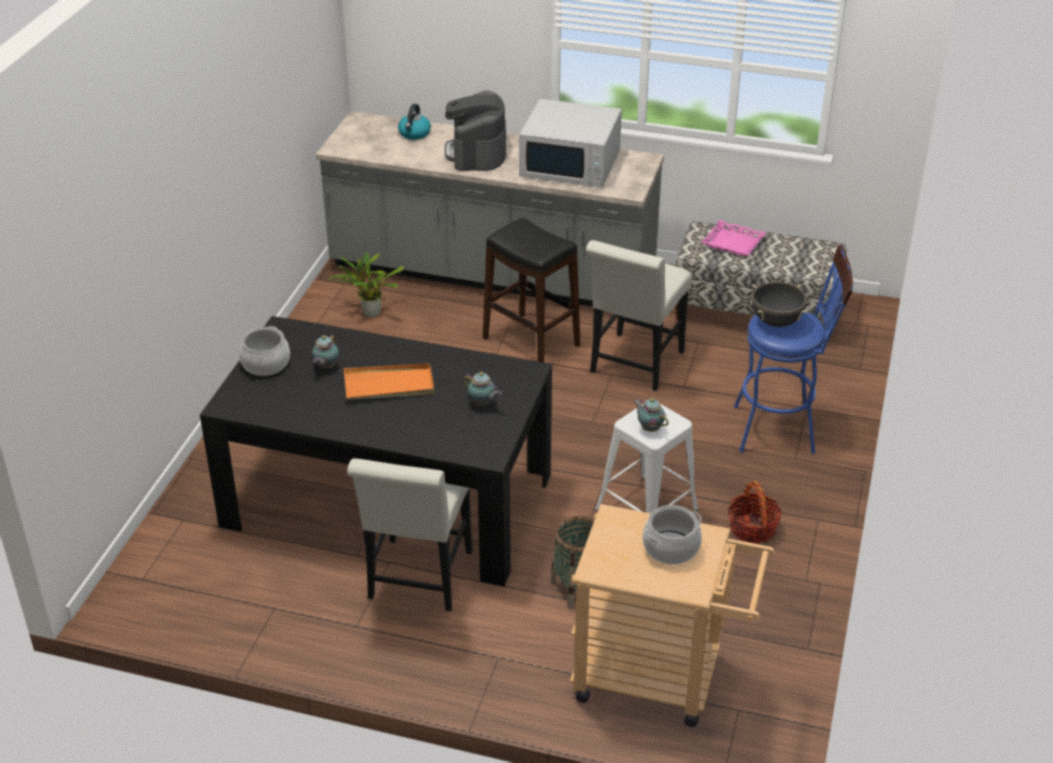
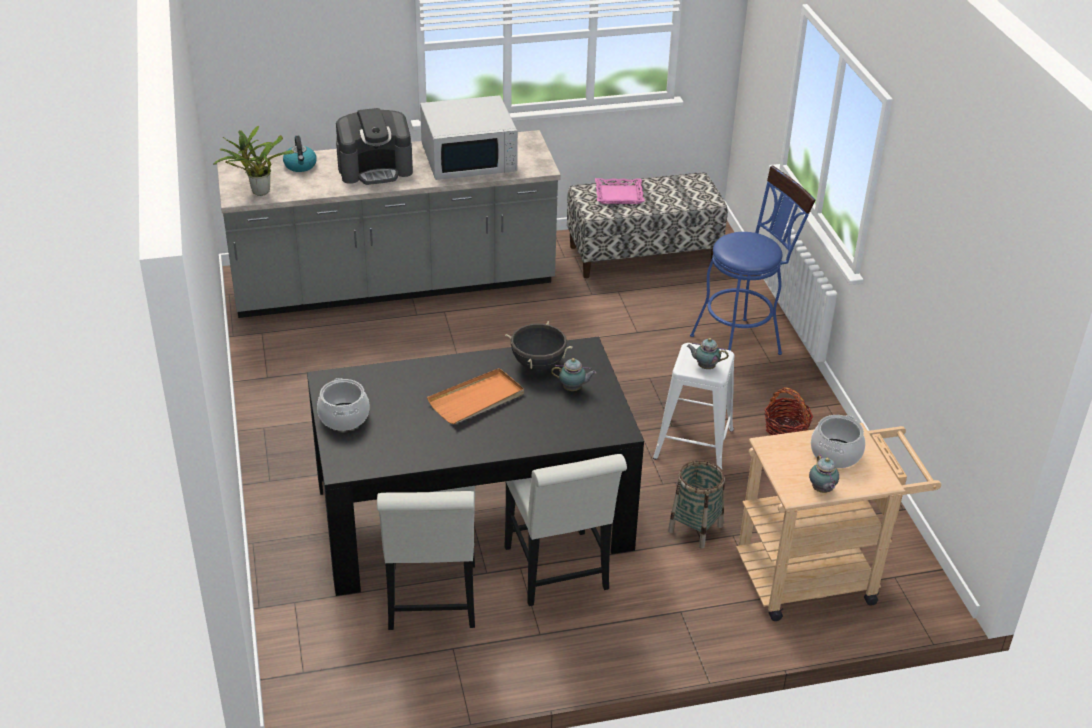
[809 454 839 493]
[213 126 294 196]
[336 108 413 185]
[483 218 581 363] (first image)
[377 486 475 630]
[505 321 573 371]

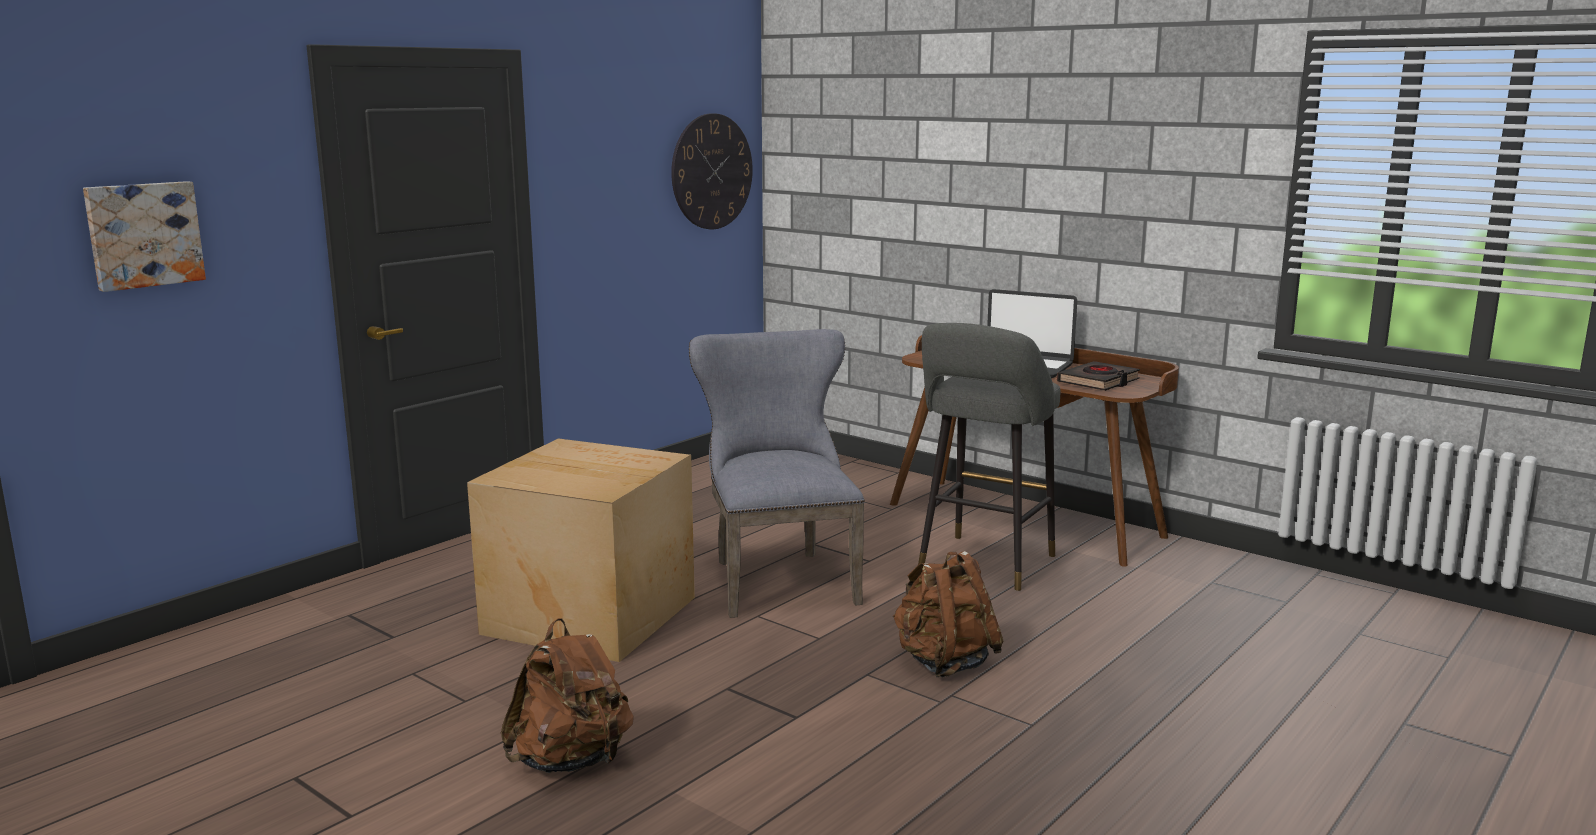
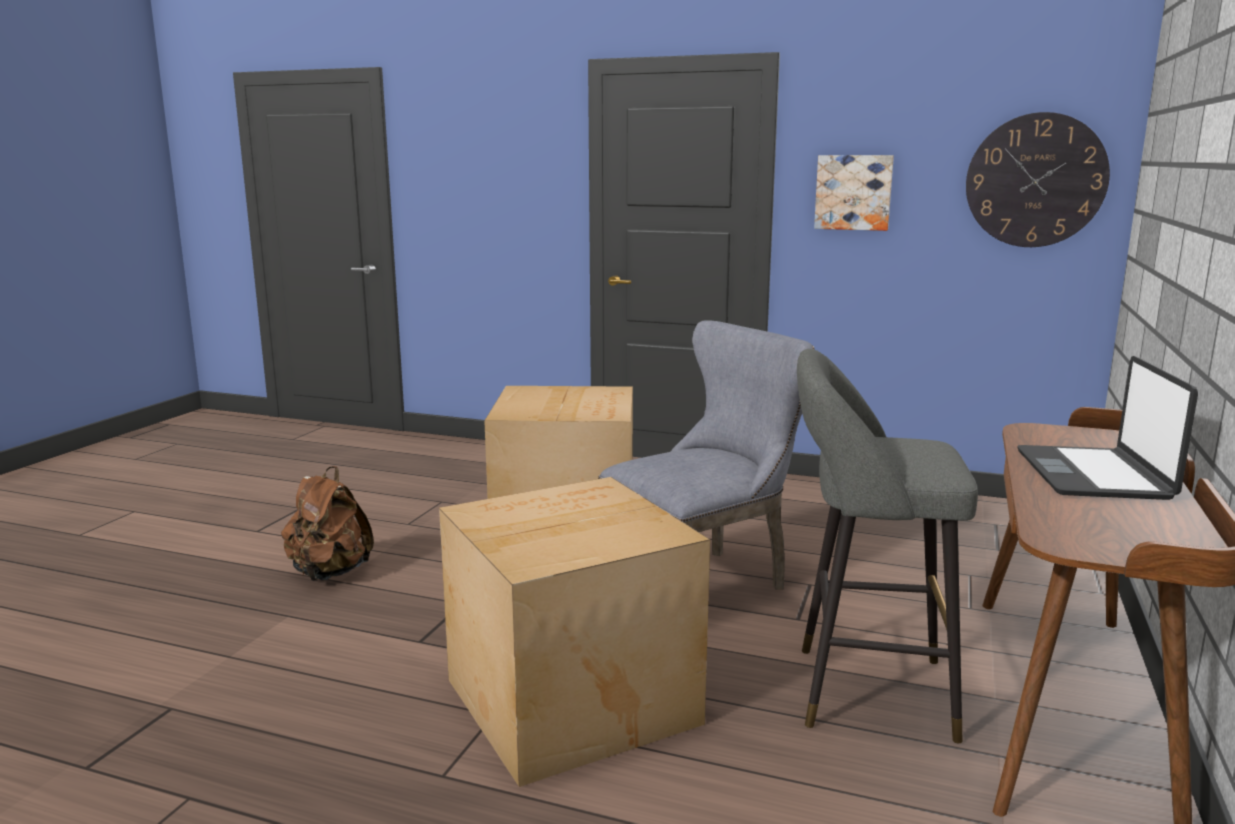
[814 155 894 231]
[439 477 710 787]
[1057 361 1140 391] (first image)

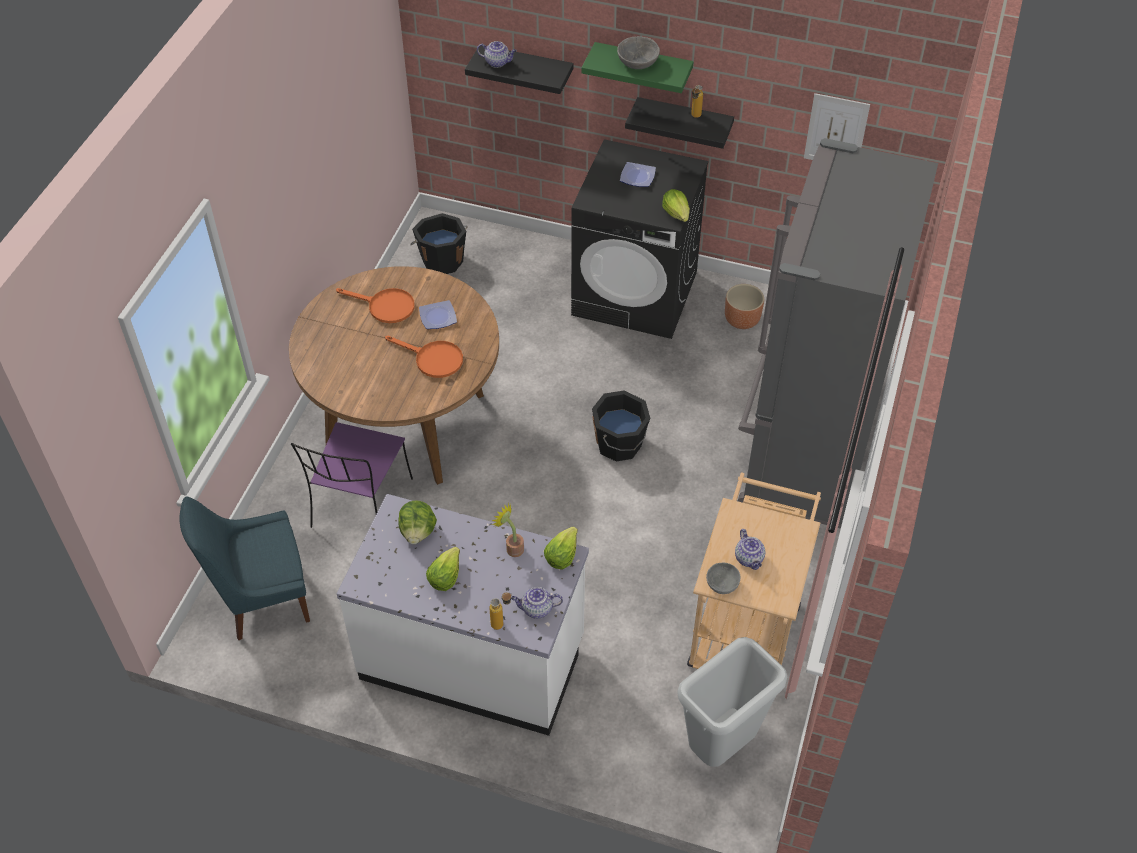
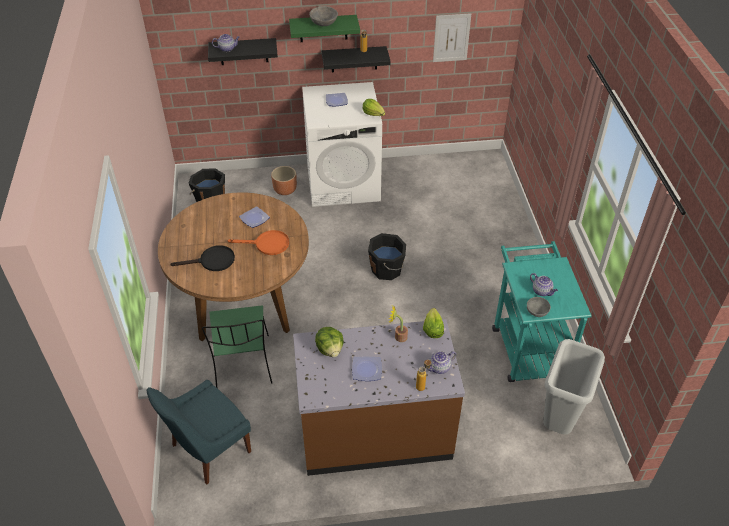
[202 305 272 388]
[336 288 415 323] (first image)
[293 319 465 476]
[352 357 382 381]
[302 82 382 207]
[492 241 592 382]
[271 166 297 195]
[738 138 938 529] (first image)
[170 245 235 271]

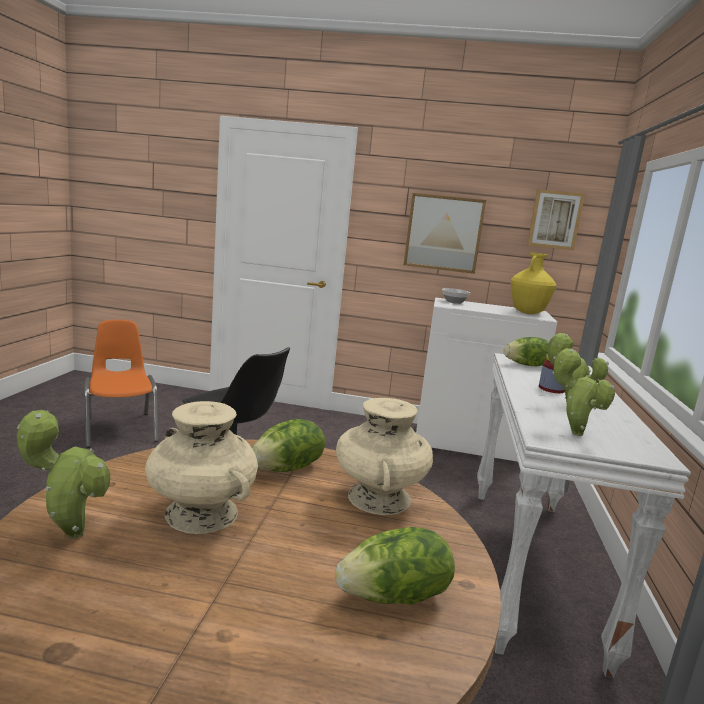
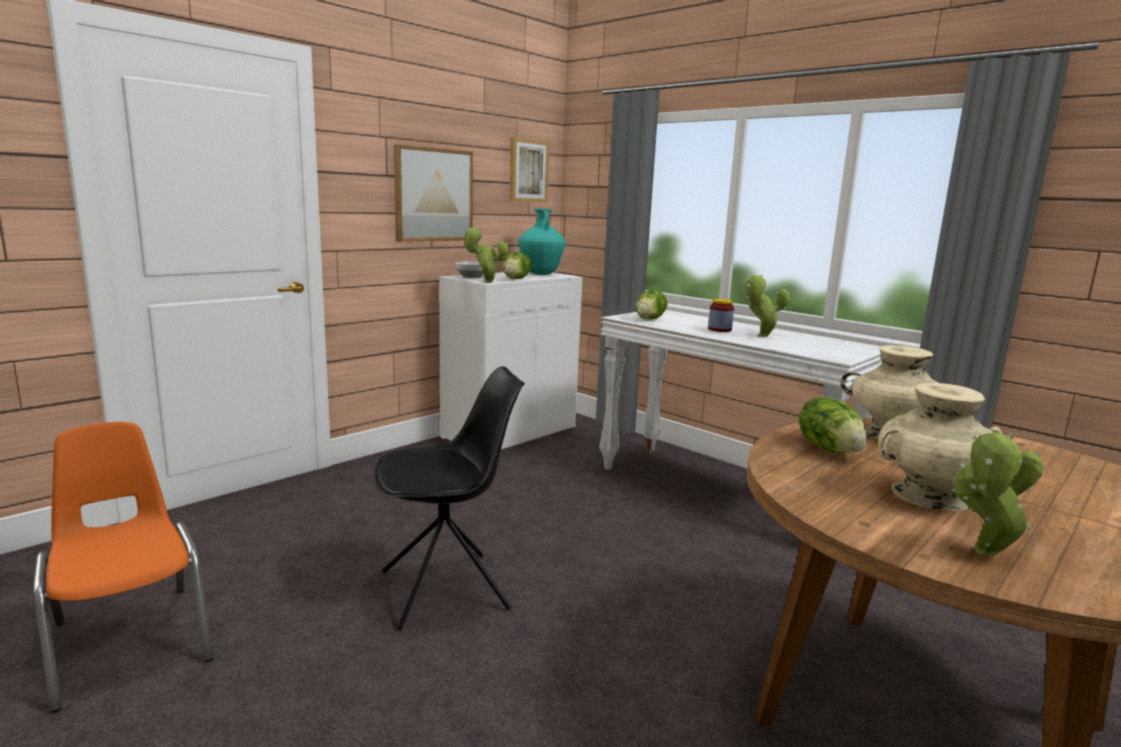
[33 422 214 713]
[503 252 531 279]
[518 209 566 275]
[463 227 509 283]

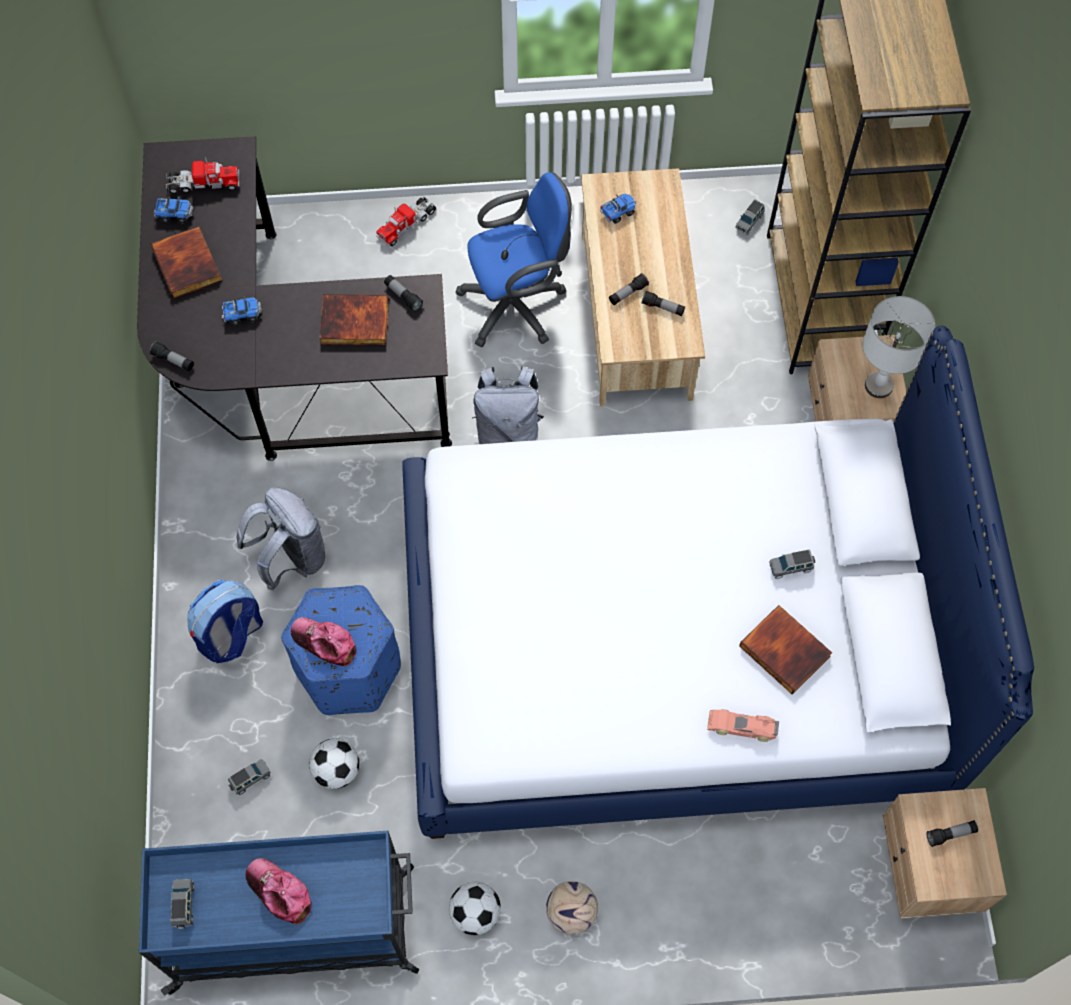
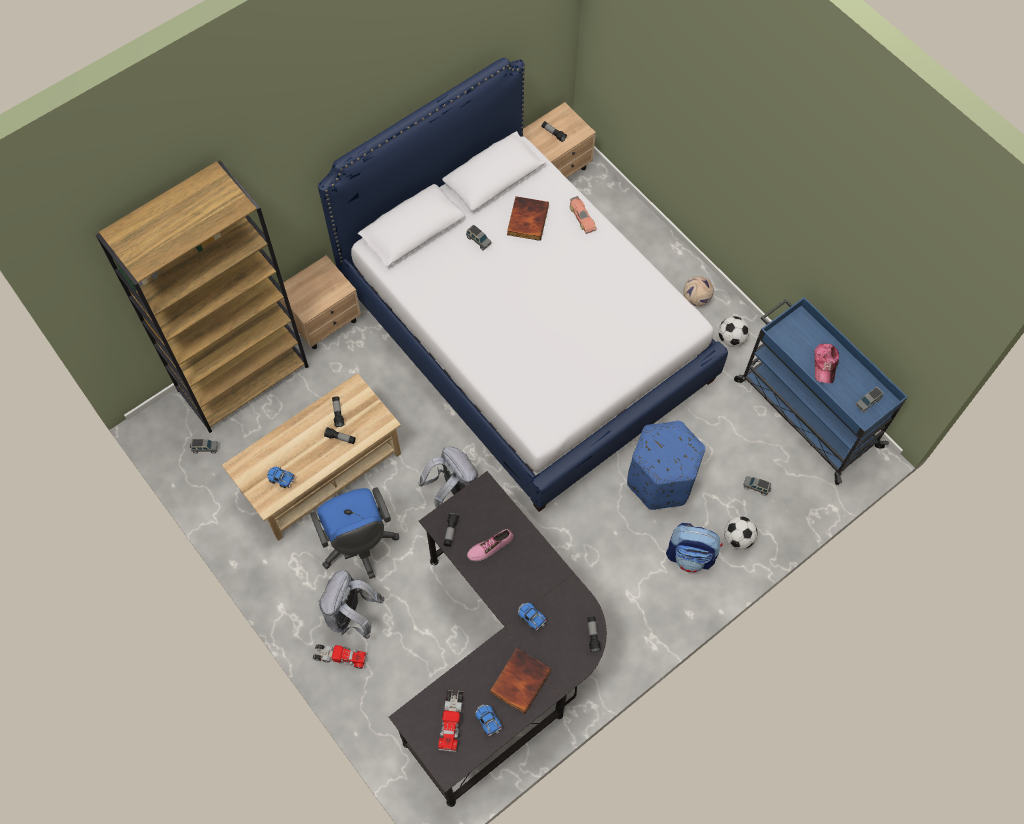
[438 690 464 752]
[319 570 385 639]
[291 617 356 666] (first image)
[724 516 757 549]
[467 529 514 561]
[310 487 399 579]
[863 296 935 398] (first image)

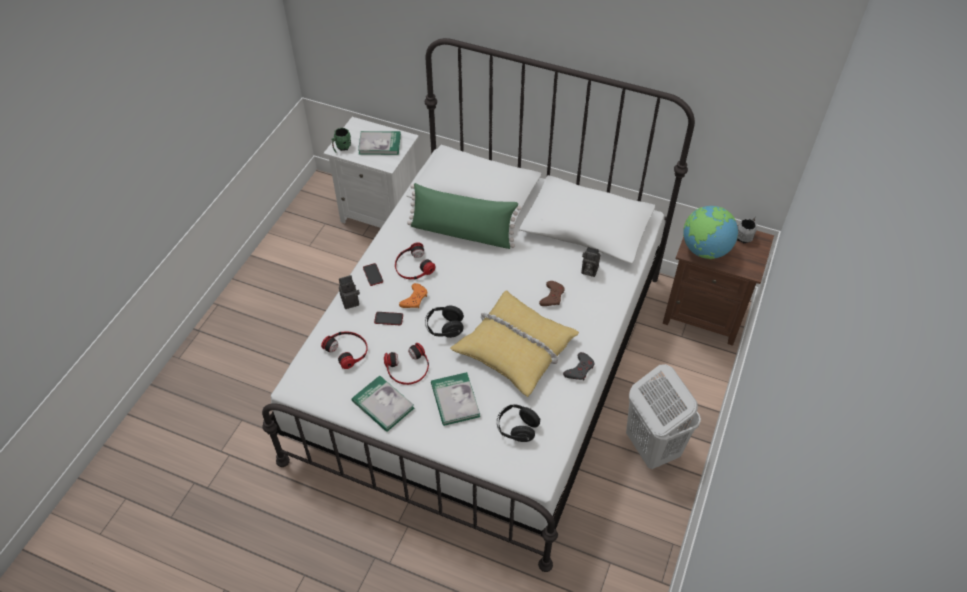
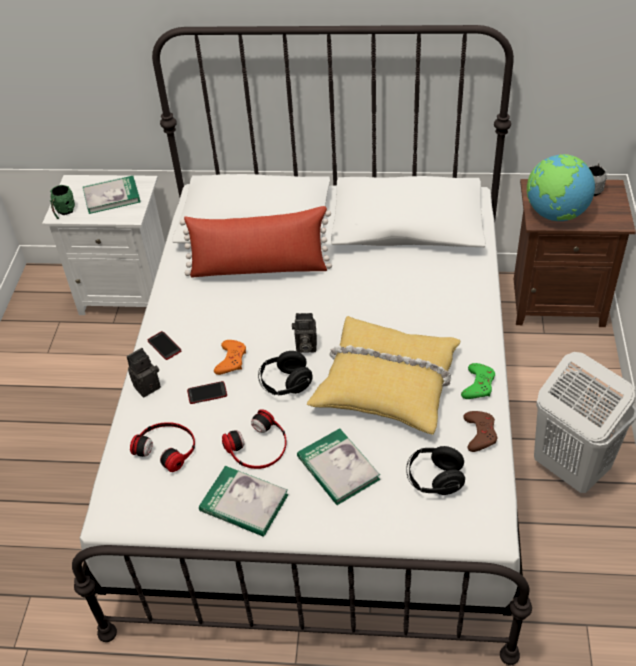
[395 242 436 279] (first image)
[180 206 332 277]
[463 411 497 452]
[461 363 495 399]
[292 313 317 353]

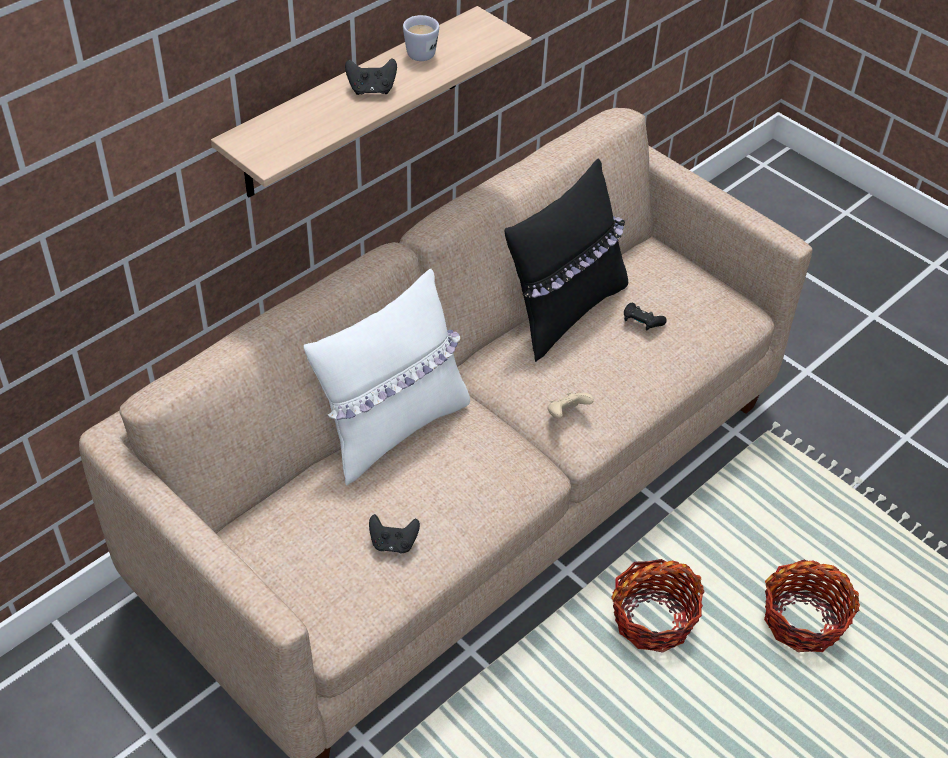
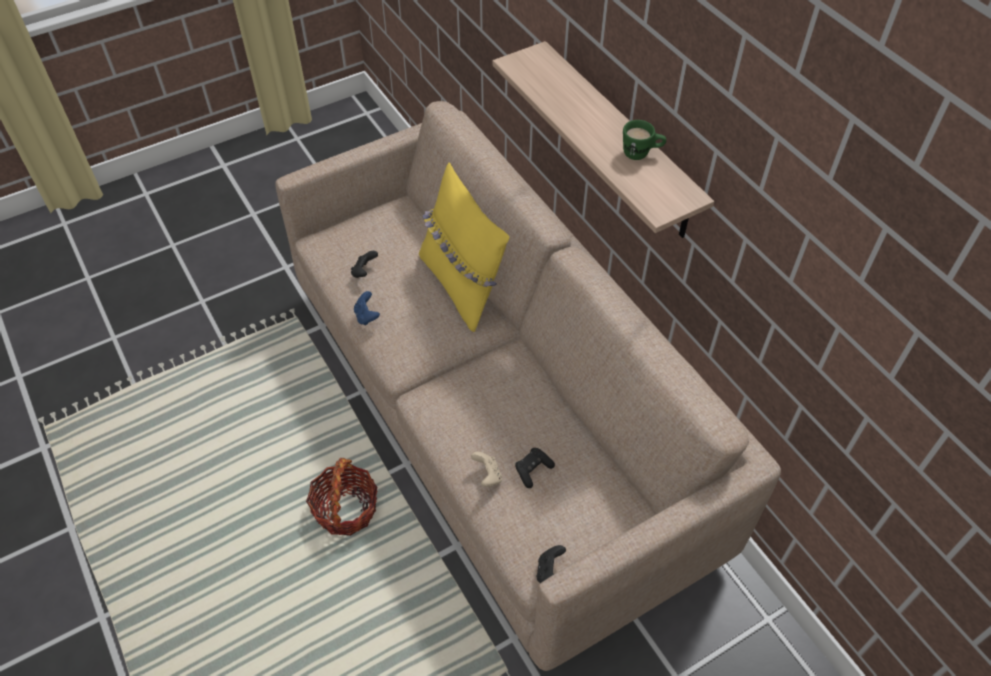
[419 162 509 332]
[537 545 566 583]
[623 120 666 160]
[505 158 628 362] (first image)
[471 452 502 487]
[764 560 860 652] (first image)
[354 291 380 325]

